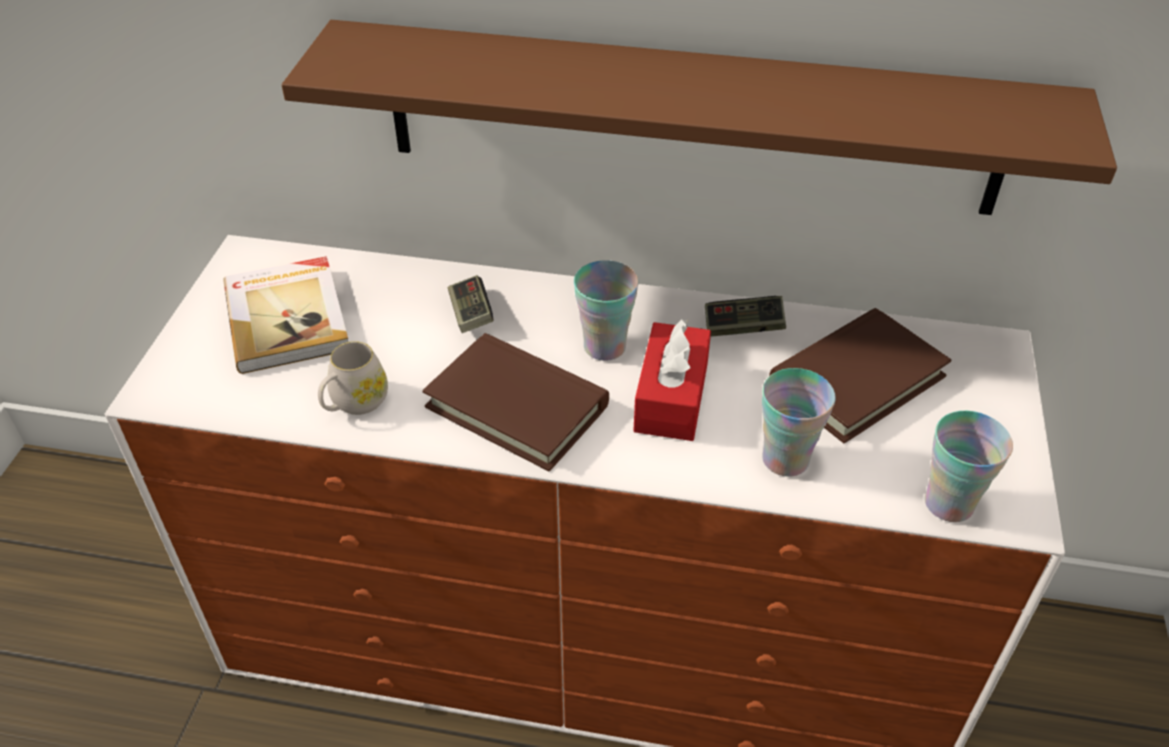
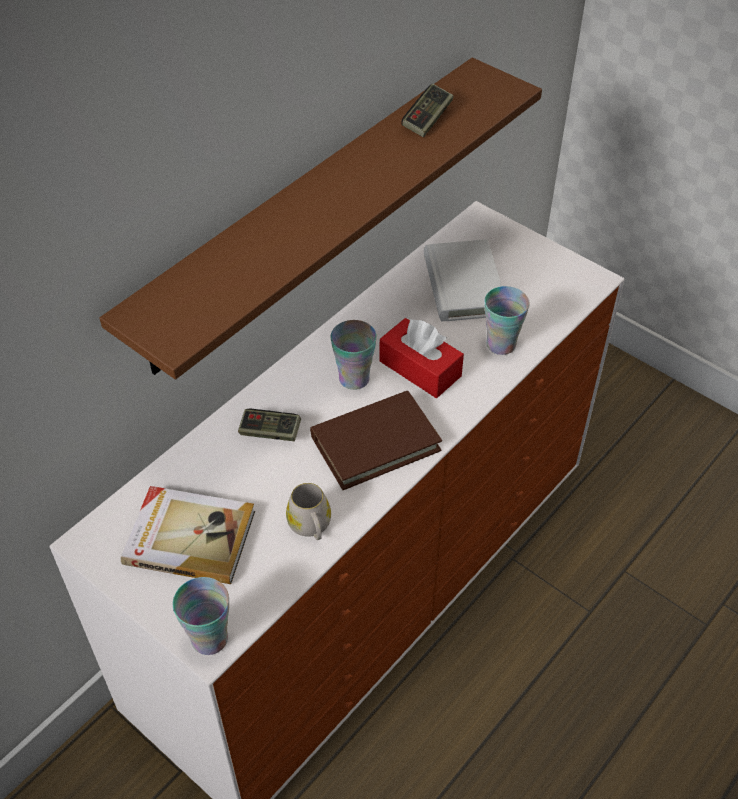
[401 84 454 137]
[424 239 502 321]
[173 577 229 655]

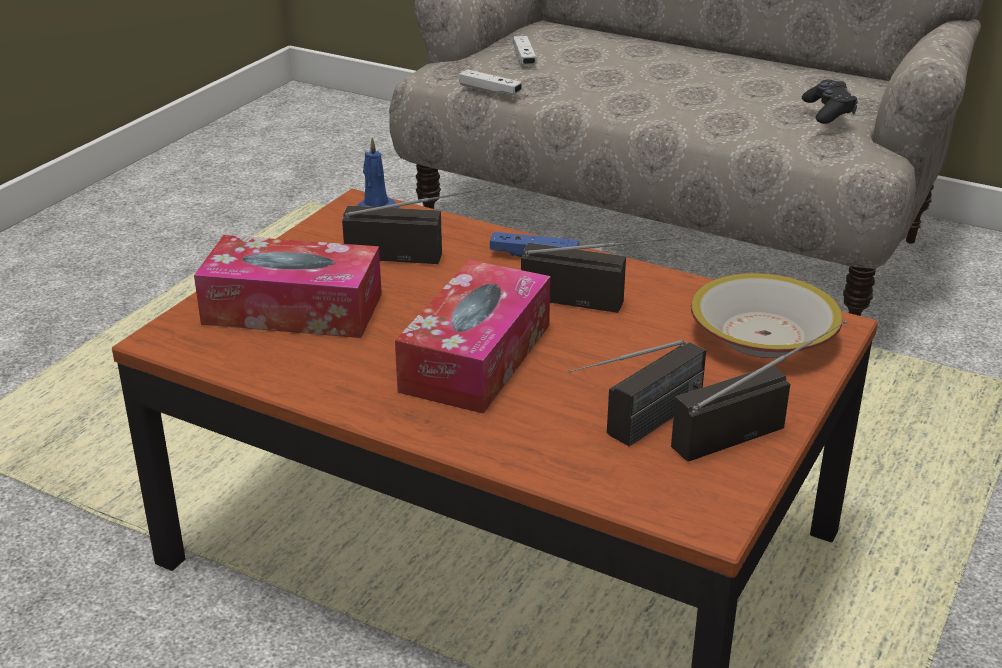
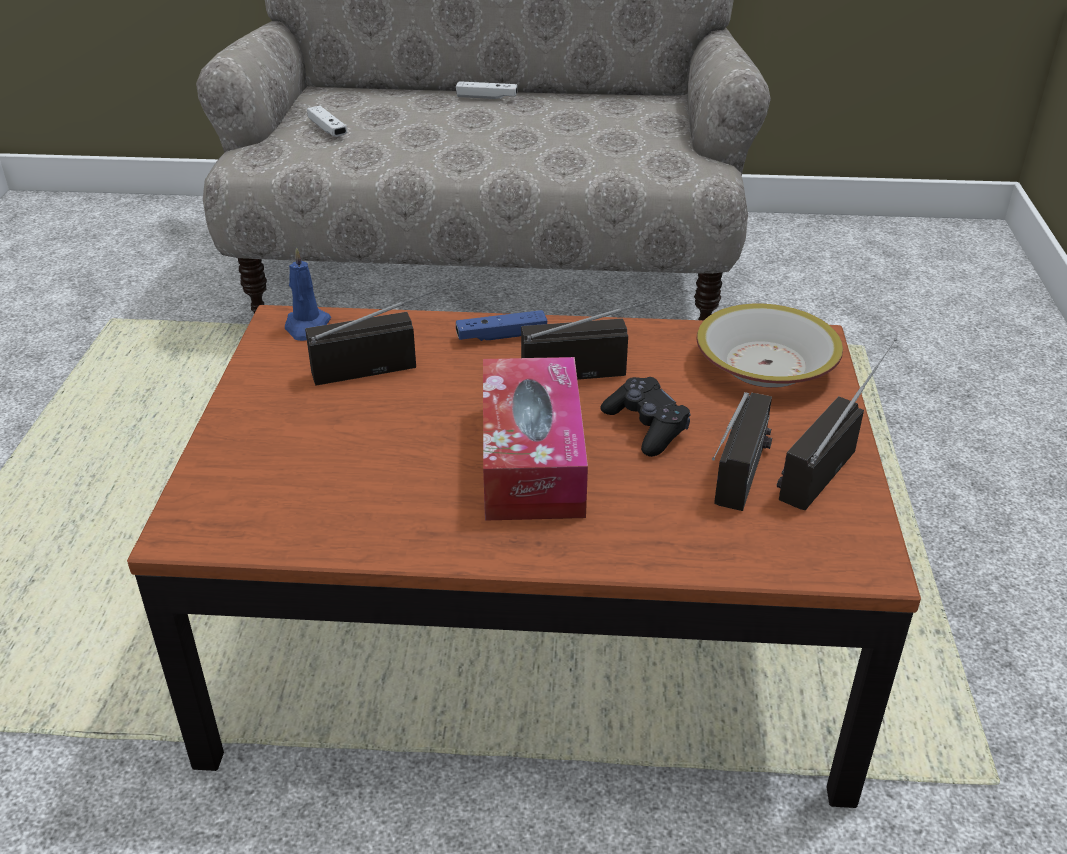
[194 235 382 338] (first image)
[456 81 518 99]
[600 377 691 457]

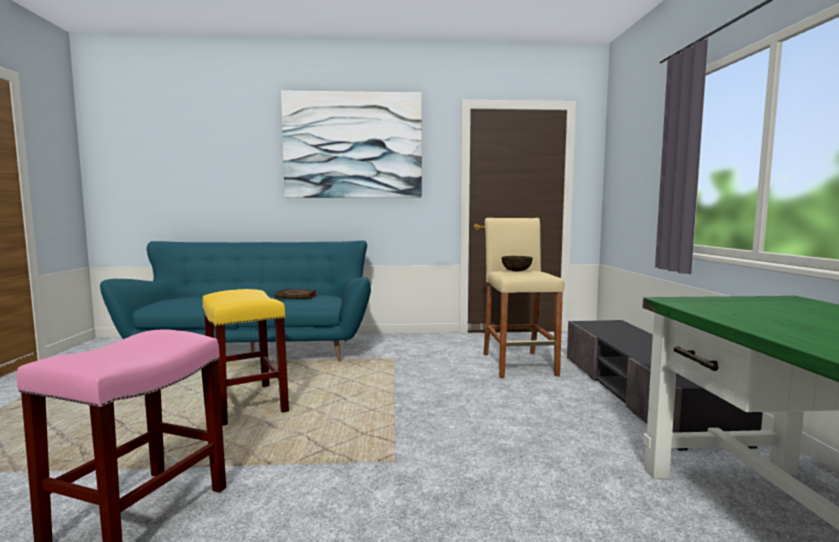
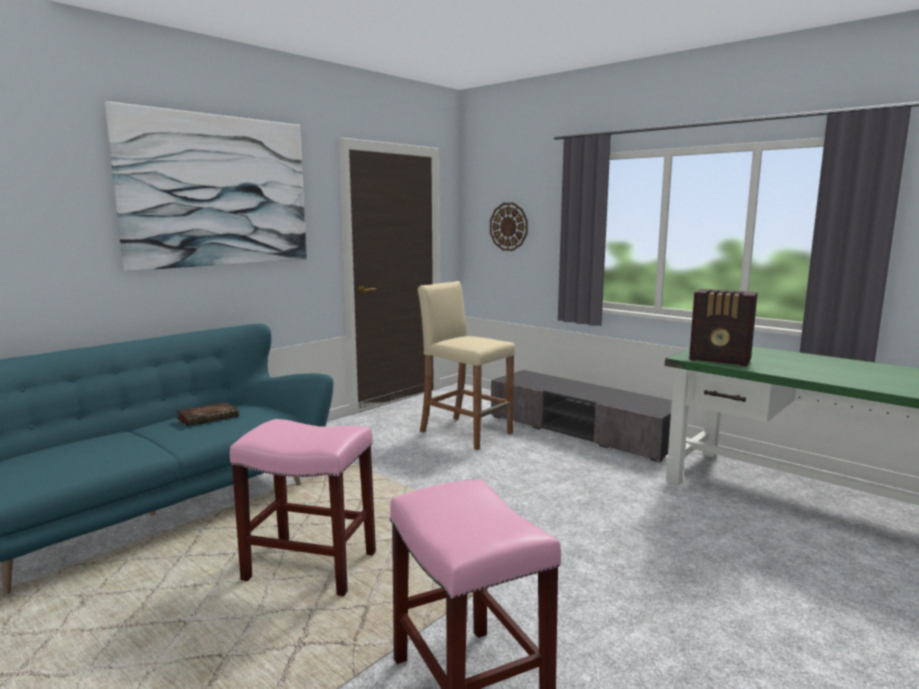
[230 419 376 596]
[501 256 533 272] (first image)
[490 203 528 251]
[689 289 758 366]

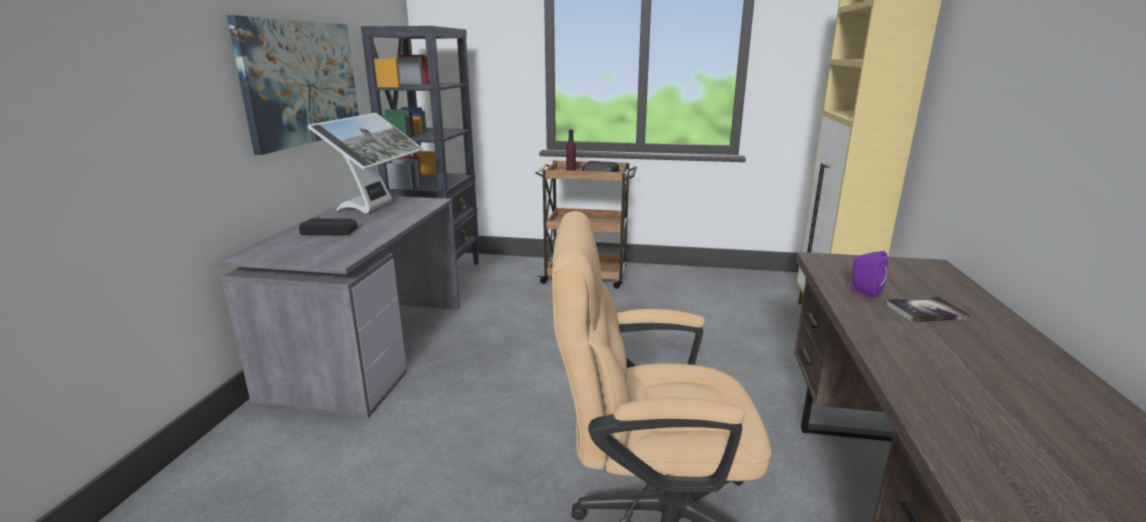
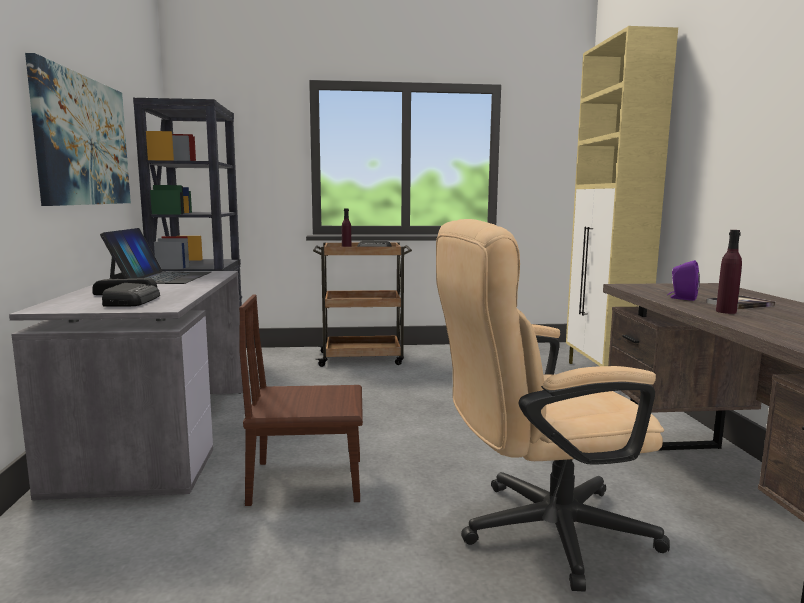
[100 228 211 284]
[102 283 160 306]
[239 294 363 506]
[716 230 742 314]

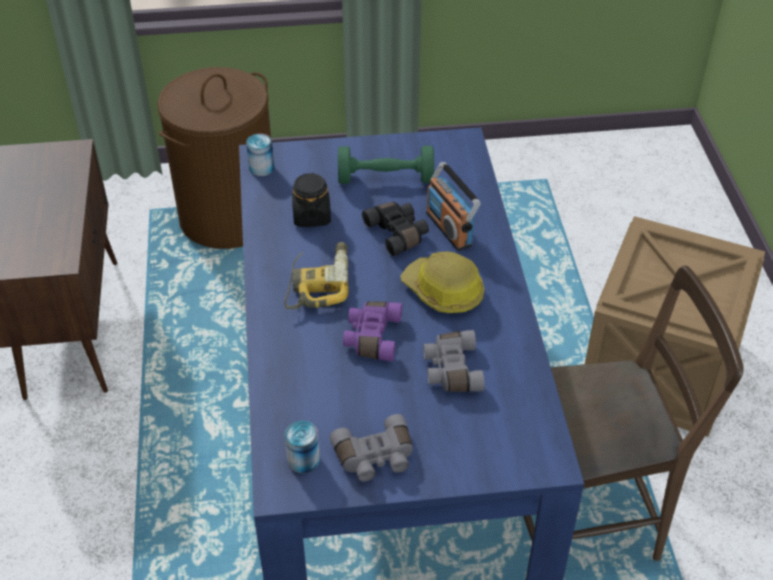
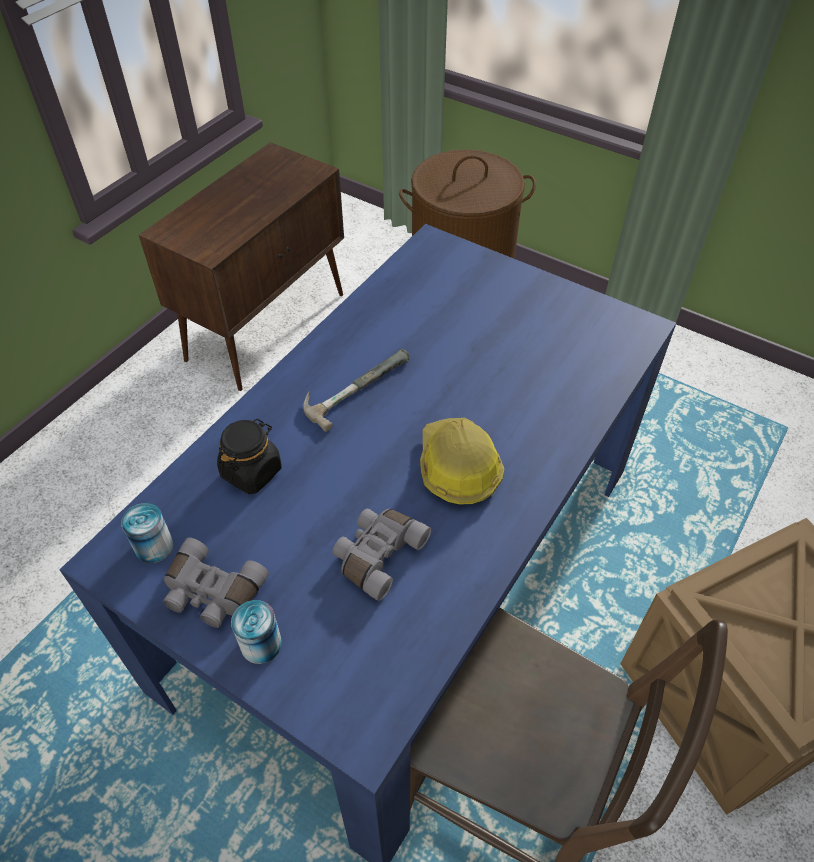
[231 600 282 664]
[303 349 409 432]
[217 419 282 494]
[338 146 434 184] (first image)
[343 301 402 361] (first image)
[362 202 429 256] (first image)
[426 162 481 251] (first image)

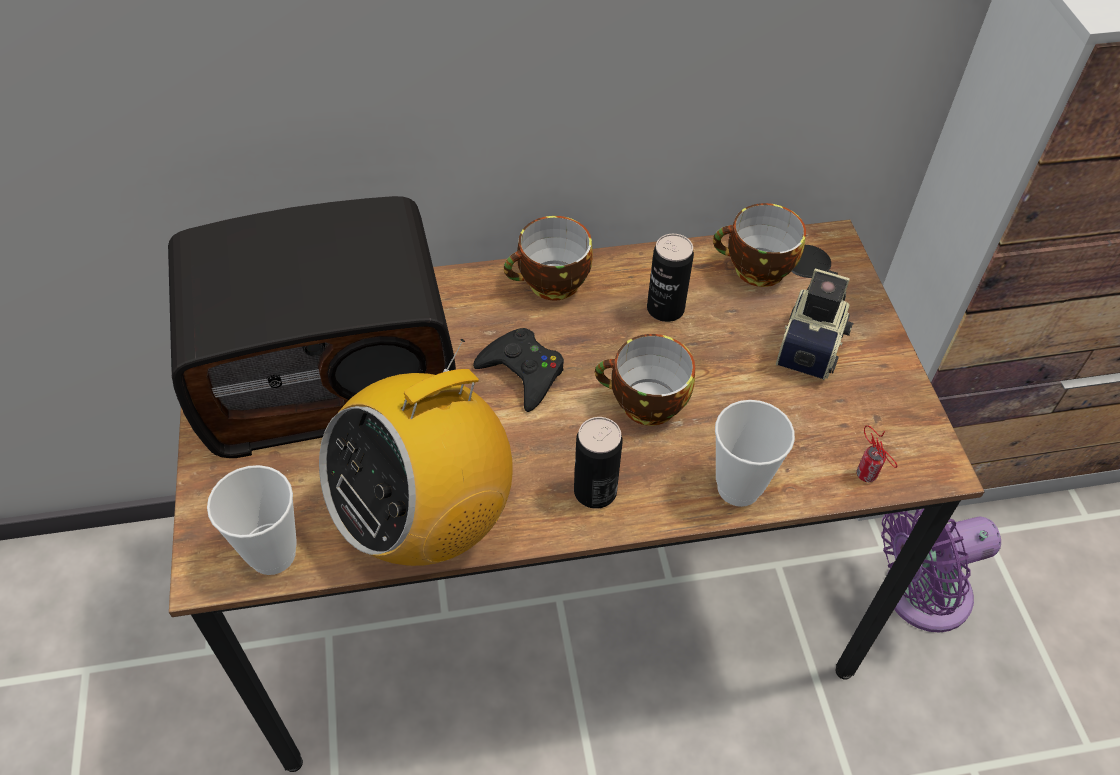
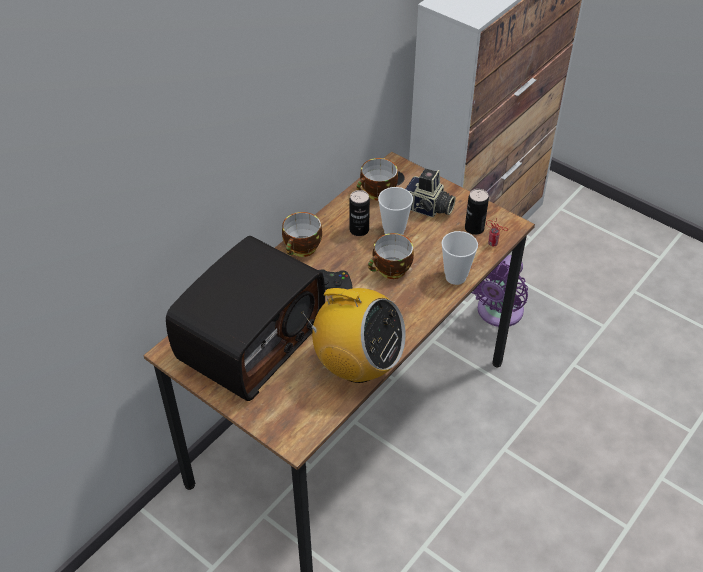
[378 187 413 235]
[302 288 406 383]
[465 189 489 235]
[406 169 456 218]

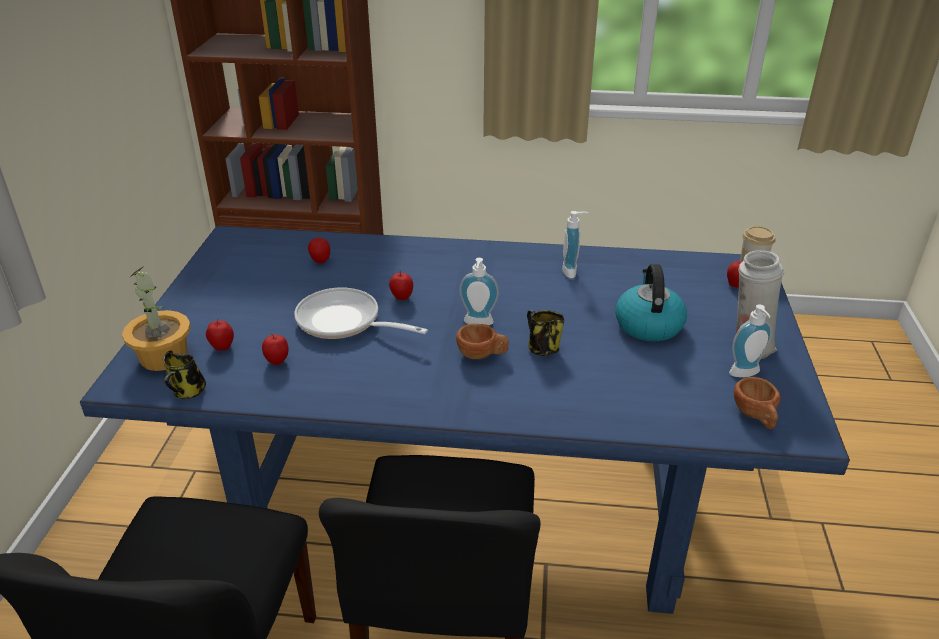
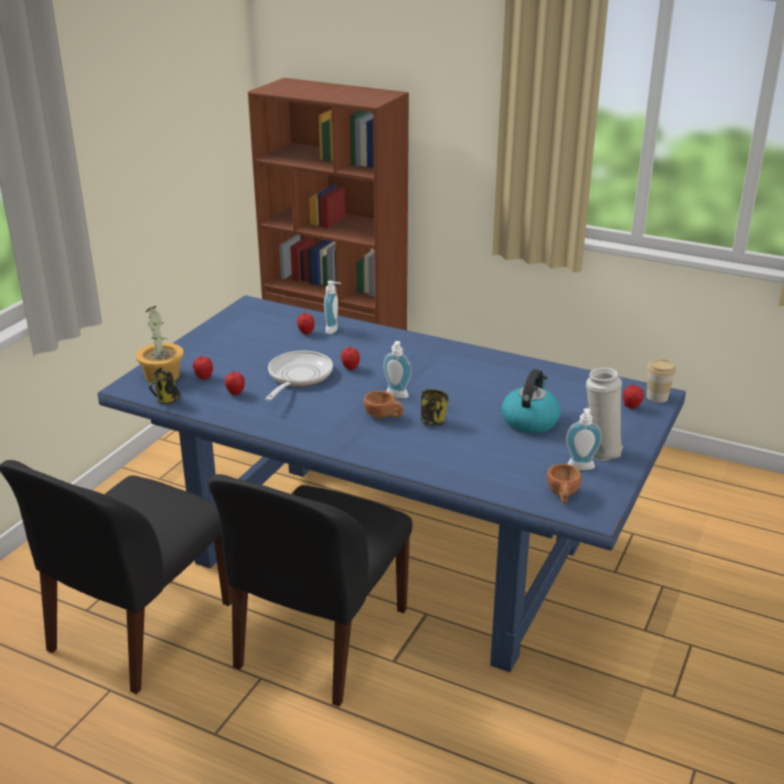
[265 351 333 401]
[324 281 341 334]

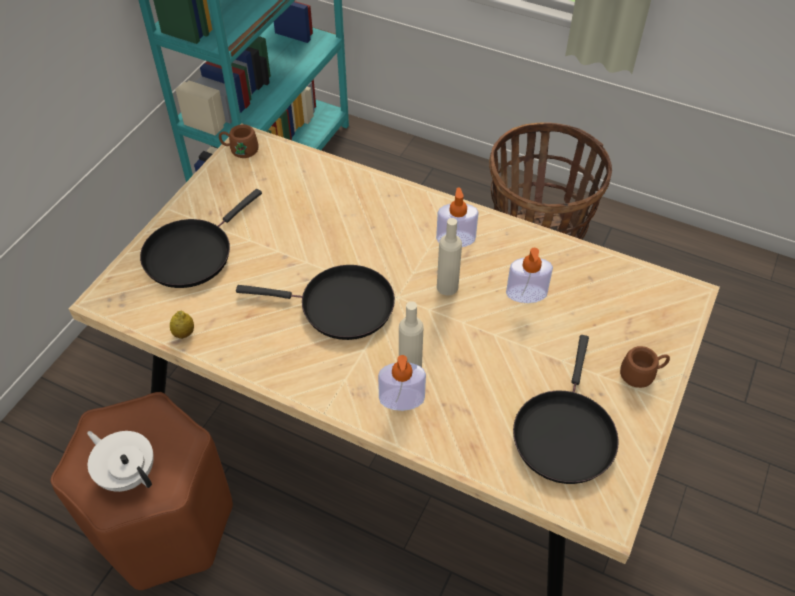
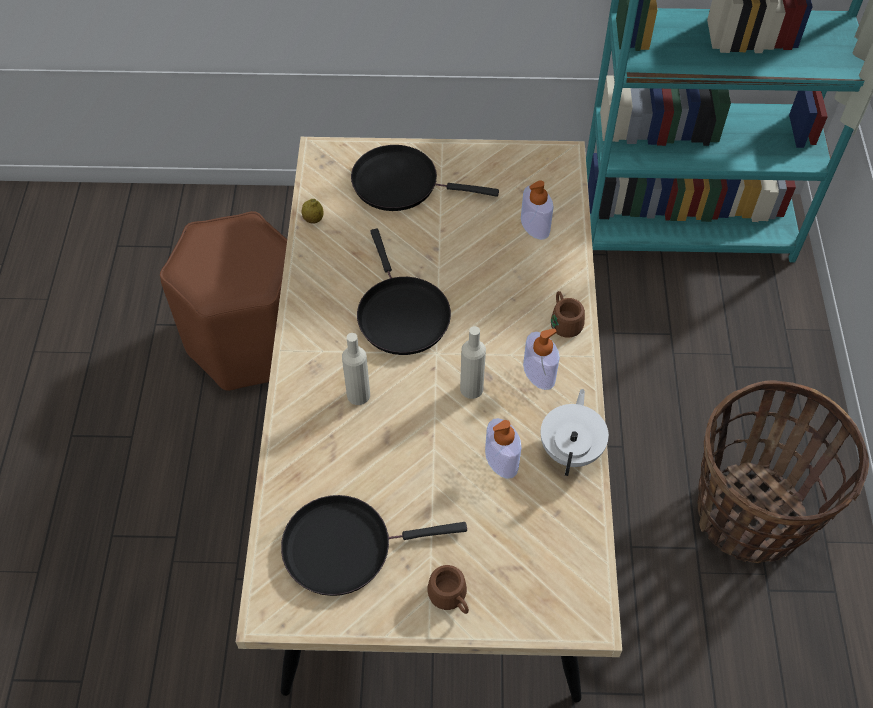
[541 389 609 476]
[551 291 585 338]
[521 180 554 240]

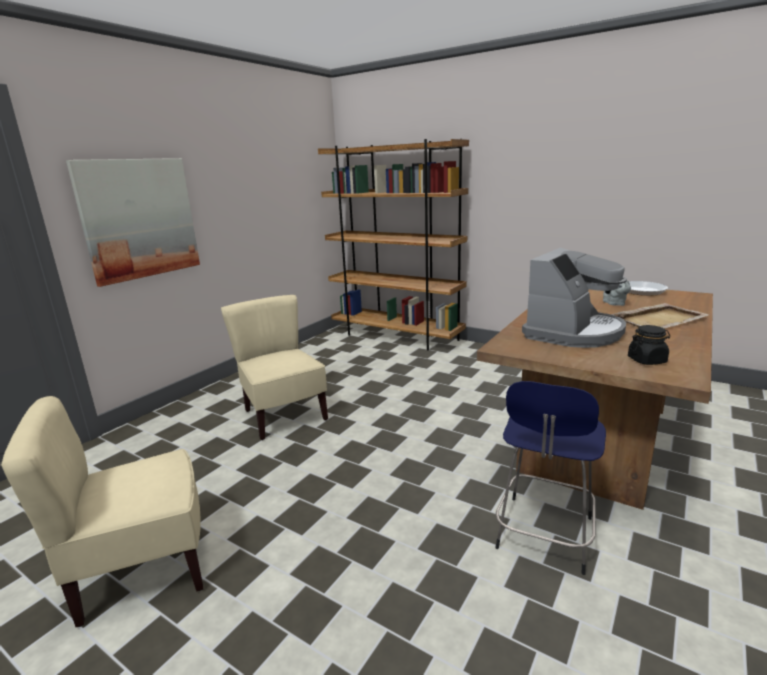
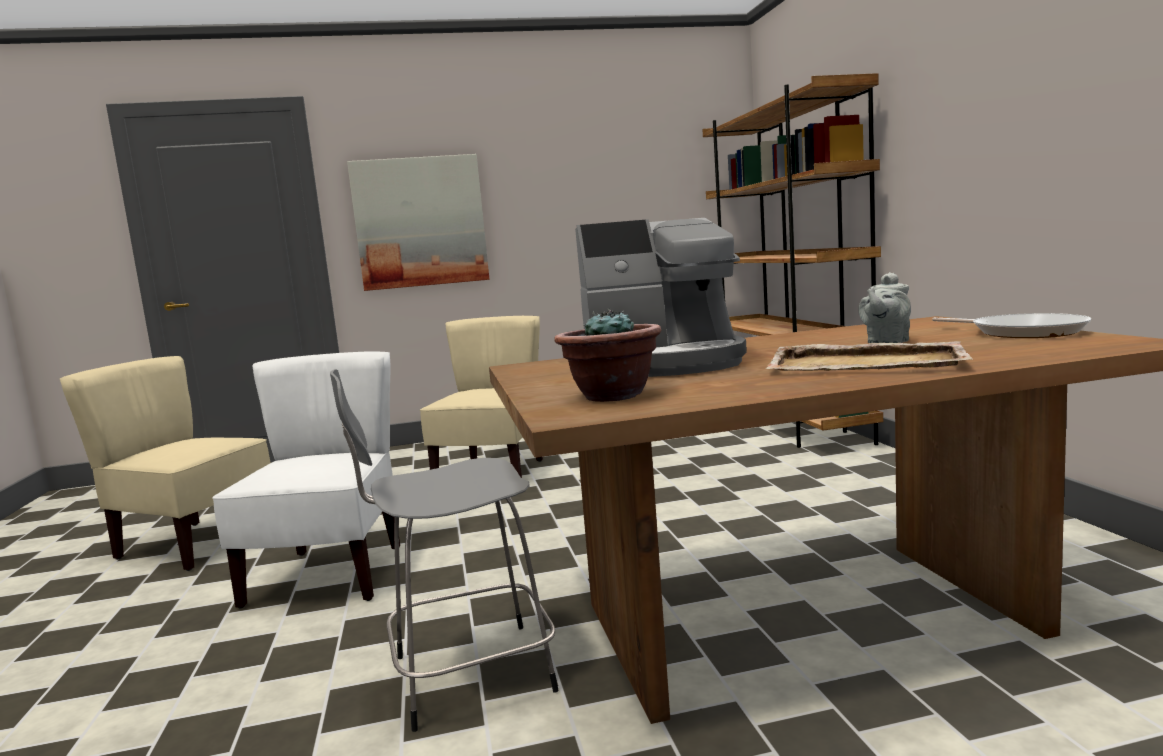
[330 369 559 732]
[555 309 661 402]
[212 352 400 608]

